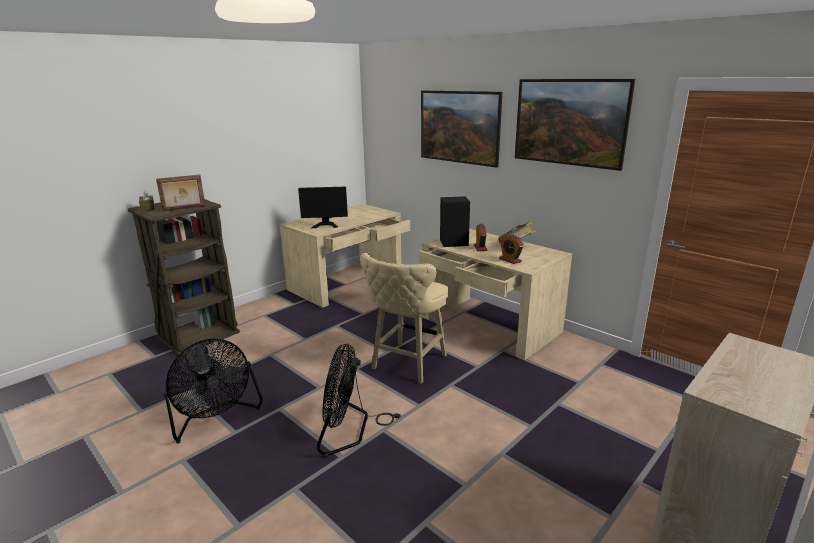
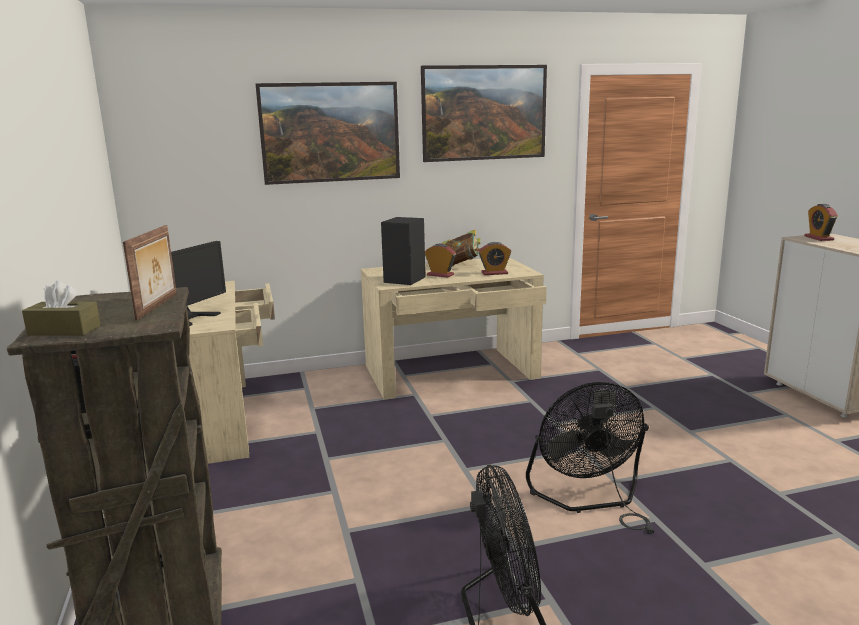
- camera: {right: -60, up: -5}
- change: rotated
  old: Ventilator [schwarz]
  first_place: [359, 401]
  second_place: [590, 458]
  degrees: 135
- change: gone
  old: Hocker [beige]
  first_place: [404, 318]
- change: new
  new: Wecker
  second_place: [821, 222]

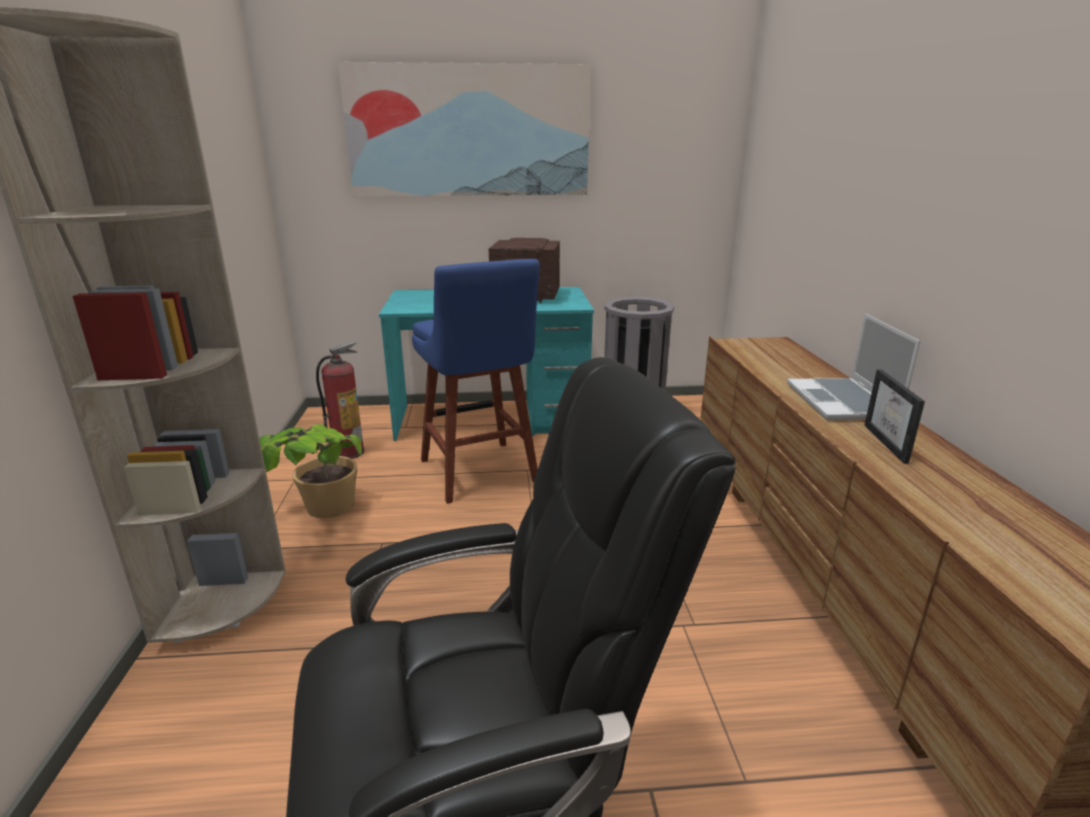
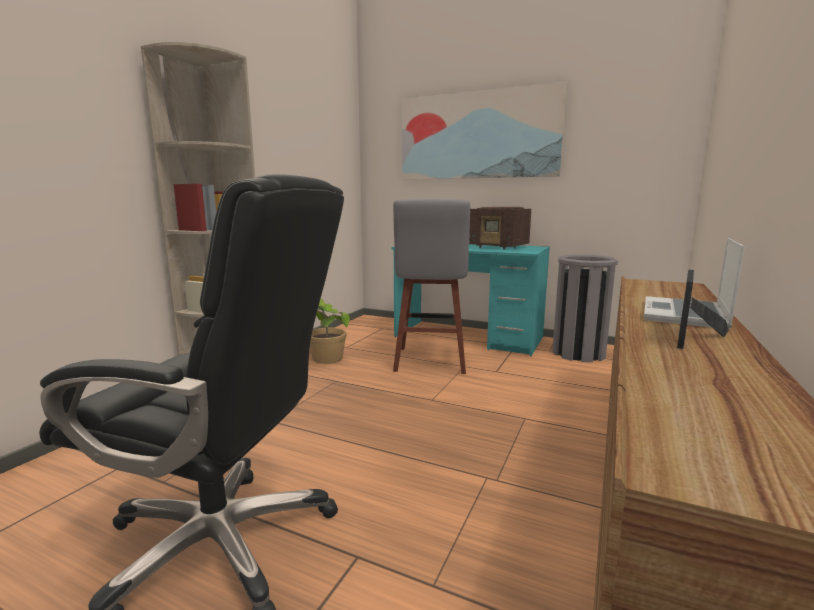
- camera: {right: 30, up: -10}
- change: gone
  old: Feuerlöscher
  first_place: [340, 400]
- change: repainted
  old: Hocker [blau]
  new: Hocker [grau]
  first_place: [476, 381]
  second_place: [431, 286]

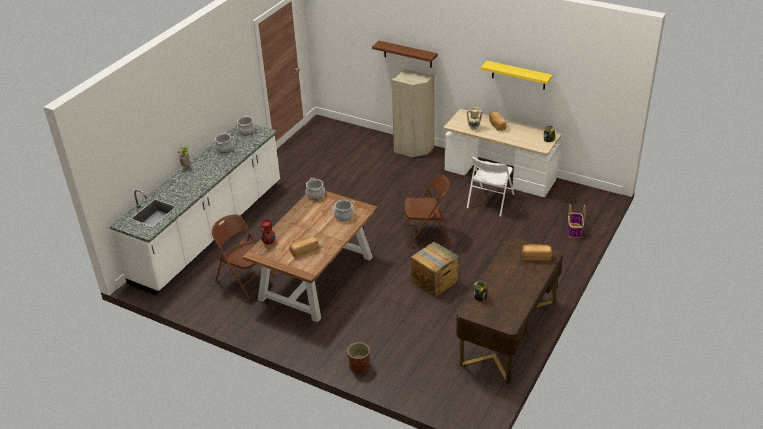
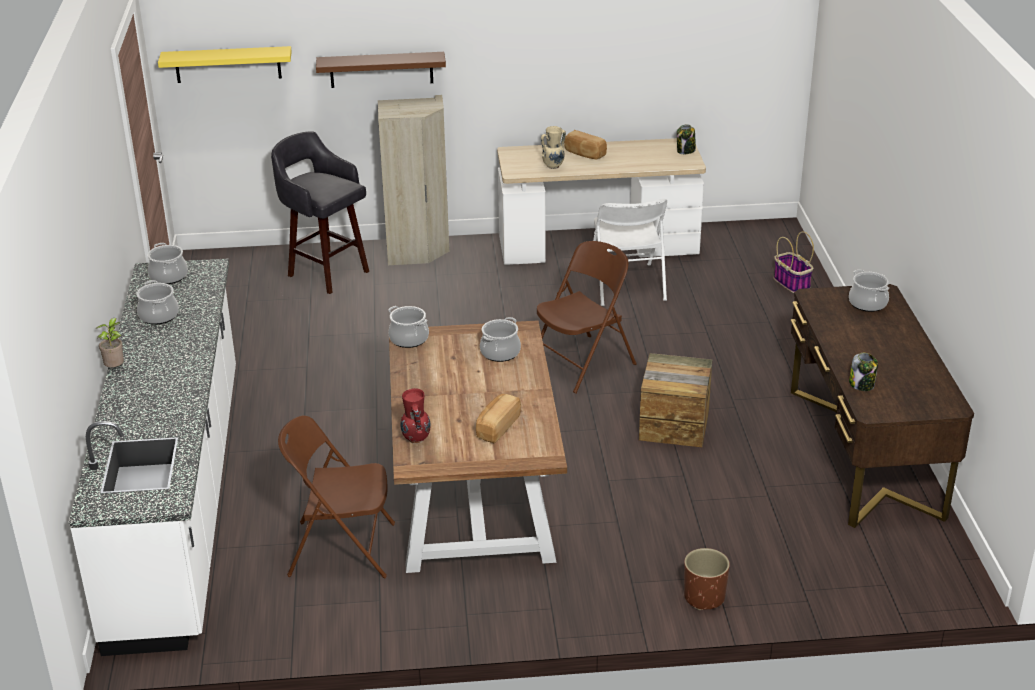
- camera: {right: -35, up: -5}
- change: shifted
  old: Wandregal [gelb]
  first_place: [517, 75]
  second_place: [225, 64]
- change: swapped
  old: Brot
  new: Kochtopf
  first_place: [537, 252]
  second_place: [869, 290]
- change: new
  new: Hocker [grau]
  second_place: [320, 213]

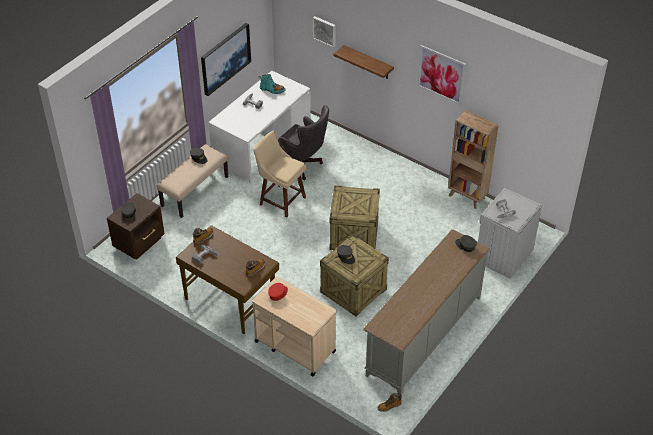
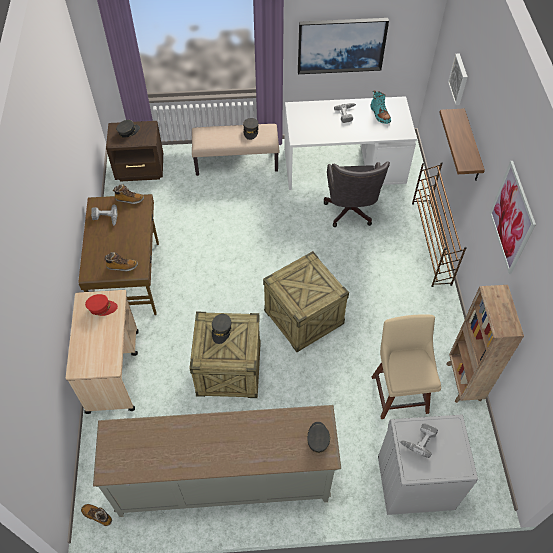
- camera: {right: 50, up: 10}
- change: shifted
  old: Hocker [beige]
  first_place: [279, 174]
  second_place: [406, 367]
- change: new
  new: Schuhregal [braun]
  second_place: [439, 224]

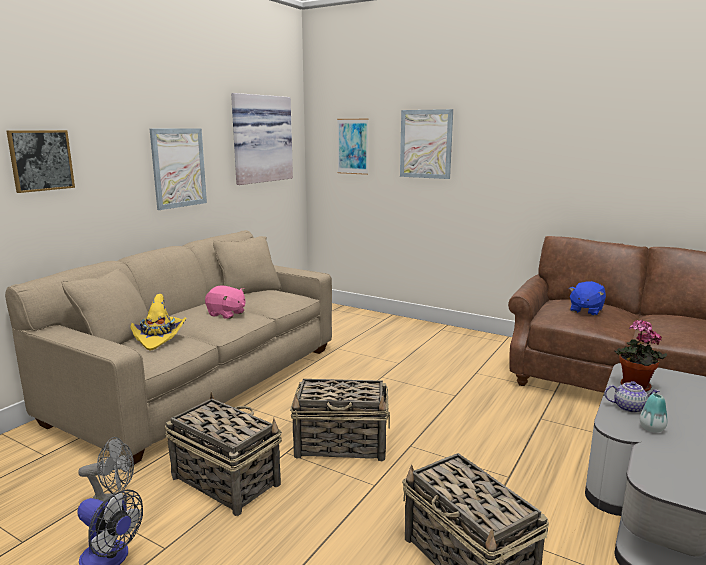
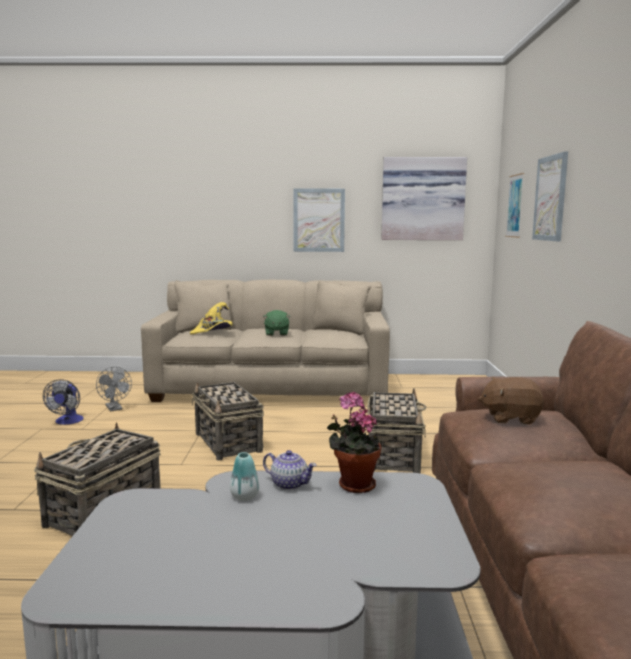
- camera: {right: 60, up: -5}
- change: gone
  old: Bild
  first_place: [40, 161]
- change: shifted
  old: Korb
  first_place: [223, 454]
  second_place: [396, 430]
- change: repainted
  old: Plüschtier [rosa]
  new: Plüschtier [grün]
  first_place: [225, 302]
  second_place: [276, 323]
- change: repainted
  old: Plüschtier [blau]
  new: Plüschtier [braun]
  first_place: [587, 298]
  second_place: [511, 401]
- change: rotated
  old: Teekanne
  first_place: [632, 397]
  second_place: [290, 470]
  degrees: -45

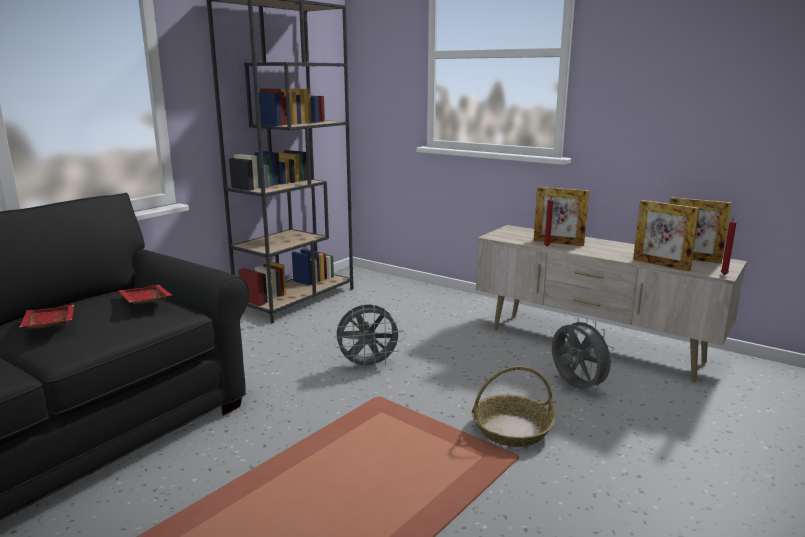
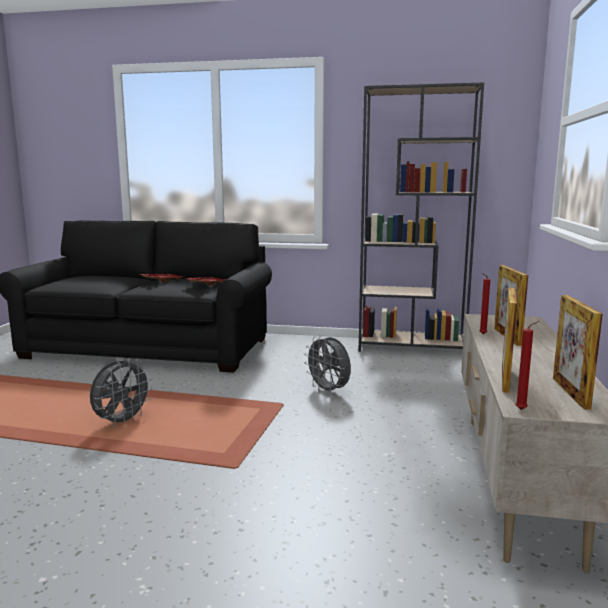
- camera: {right: 65, up: -5}
- change: gone
  old: Korb
  first_place: [513, 406]
- change: shifted
  old: Ventilator [grau]
  first_place: [584, 353]
  second_place: [121, 393]

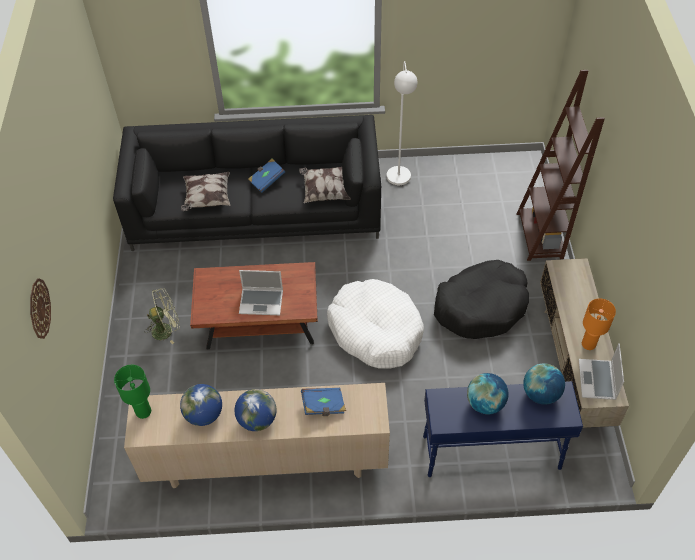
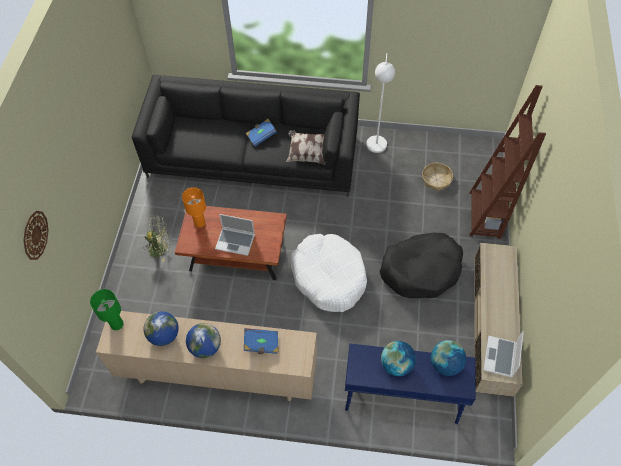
- camera: {right: 10, up: 5}
- change: gone
  old: Kissen
  first_place: [206, 191]
- change: shifted
  old: Tischlampe [orange]
  first_place: [599, 324]
  second_place: [194, 207]
- change: new
  new: Korb
  second_place: [437, 177]

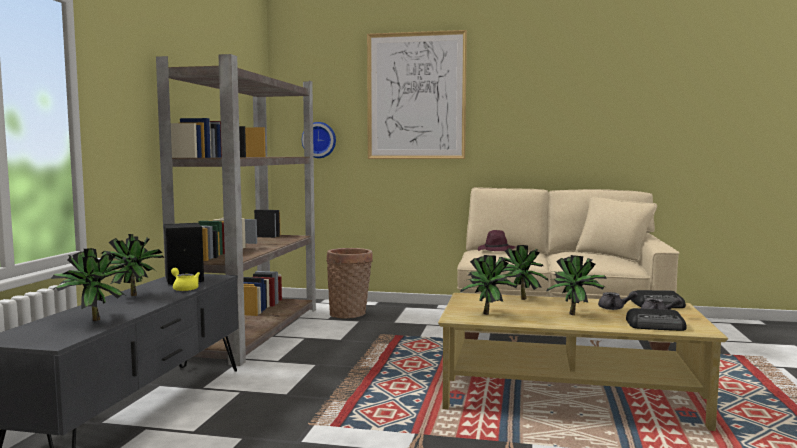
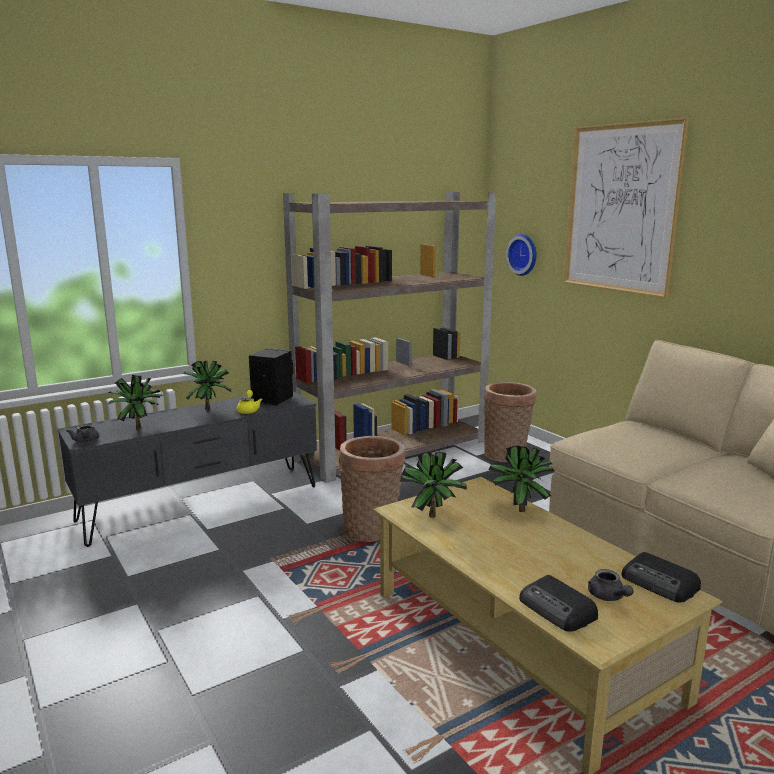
- camera: {right: 45, up: 10}
- change: gone
  old: Hut [lila]
  first_place: [497, 240]
- change: gone
  old: Topfpflanze
  first_place: [576, 285]
- change: shifted
  old: Teekanne [grau]
  first_place: [618, 300]
  second_place: [83, 433]
- change: new
  new: Korb
  second_place: [372, 489]

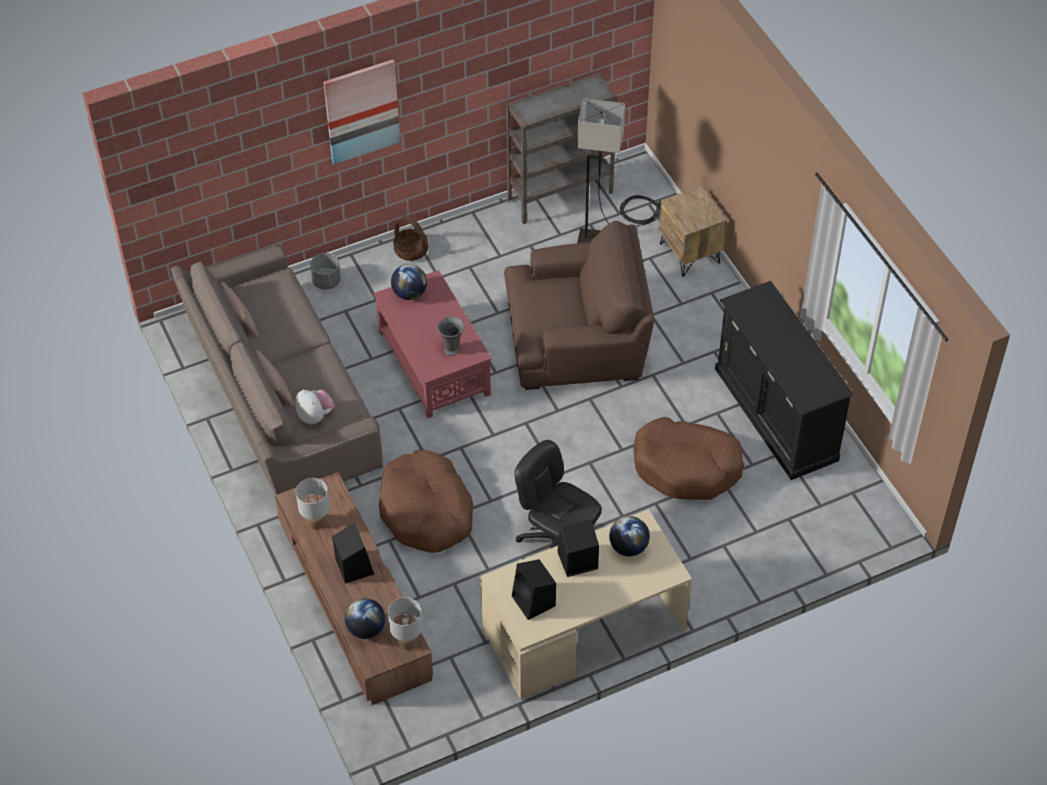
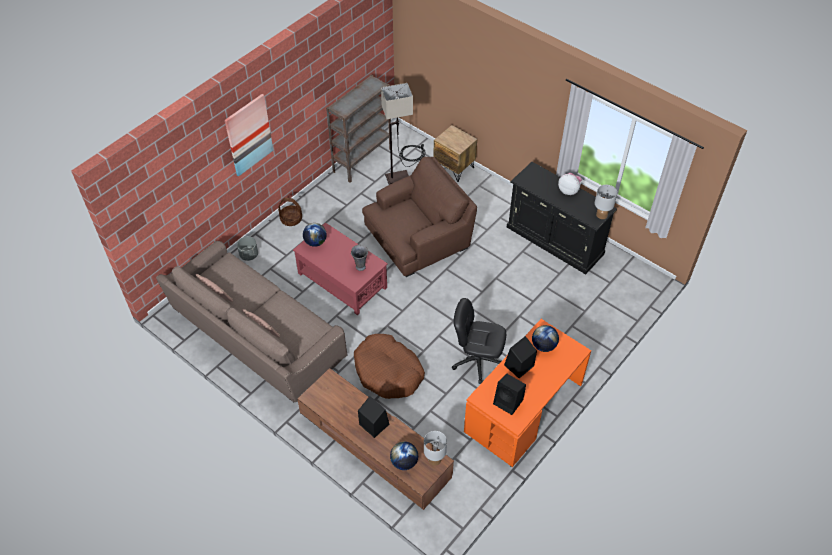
- camera: {right: -25, up: 0}
- change: shifted
  old: Plüschtier
  first_place: [314, 407]
  second_place: [570, 184]
- change: shifted
  old: Tischlampe [grau]
  first_place: [313, 504]
  second_place: [606, 202]
- change: repainted
  old: Schreibtisch [beige]
  new: Schreibtisch [orange]
  first_place: [586, 604]
  second_place: [527, 393]
- change: gone
  old: Hundebett [braun]
  first_place: [688, 458]

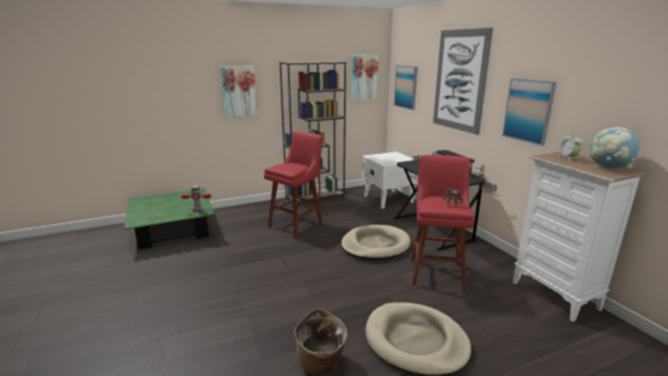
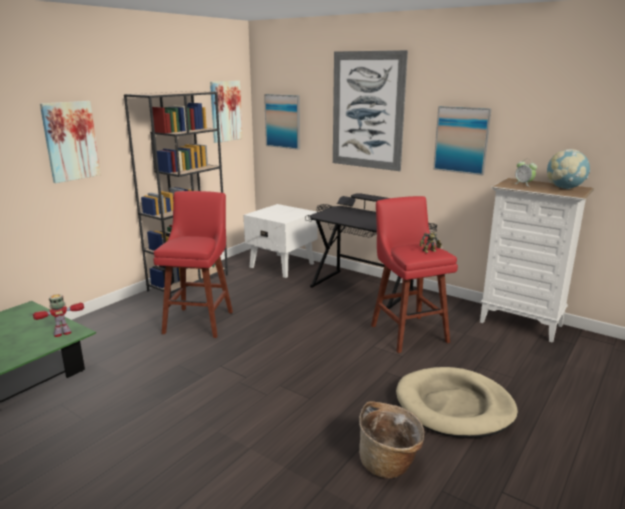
- camera: {right: -30, up: 0}
- change: gone
  old: Hundebett [beige]
  first_place: [376, 242]

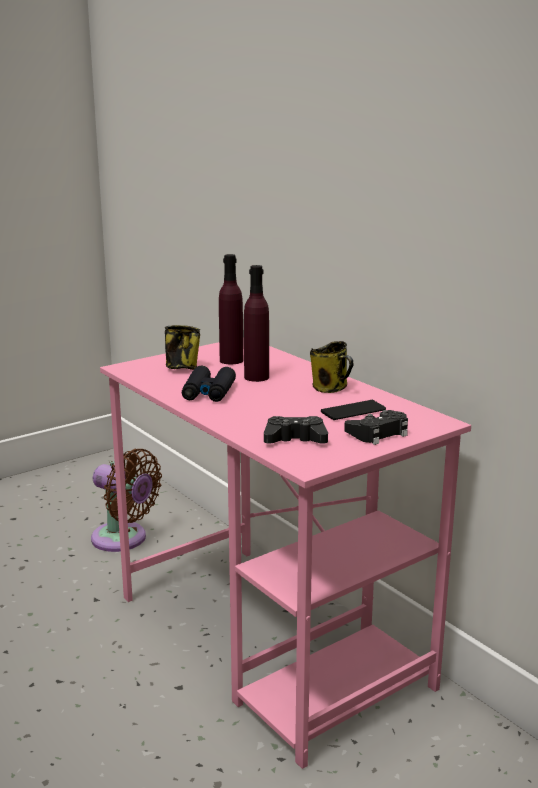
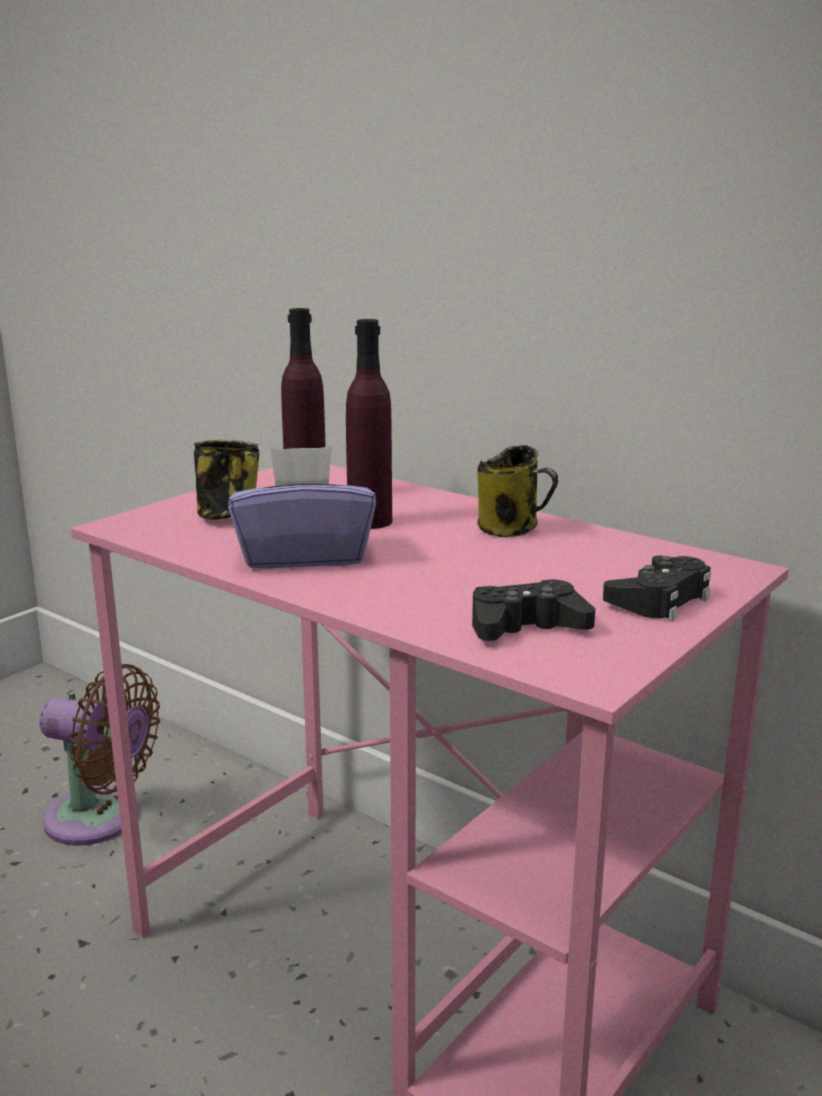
- camera: {right: -15, up: 0}
- change: swapped
  old: Fernglas [schwarz]
  new: Taschentuchbox [lila]
  first_place: [209, 384]
  second_place: [302, 507]
- change: gone
  old: Handy
  first_place: [353, 410]

